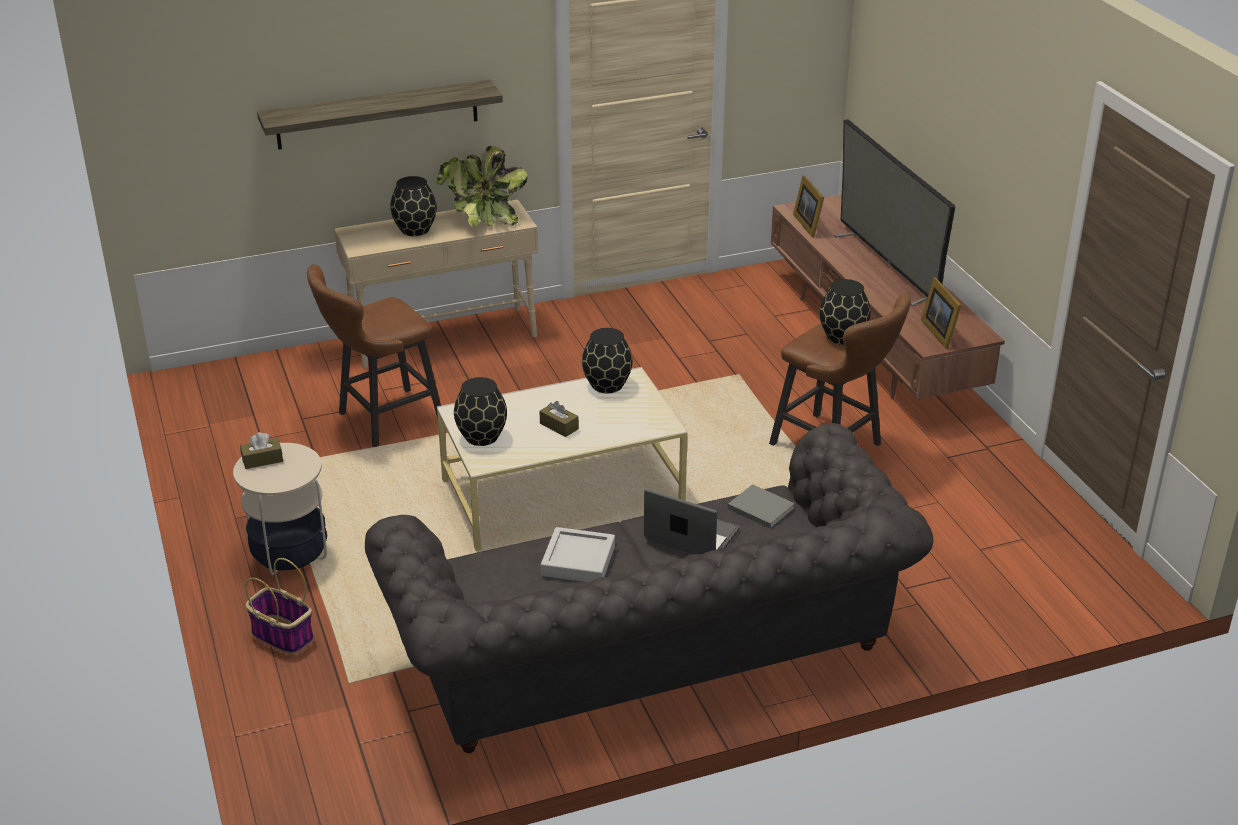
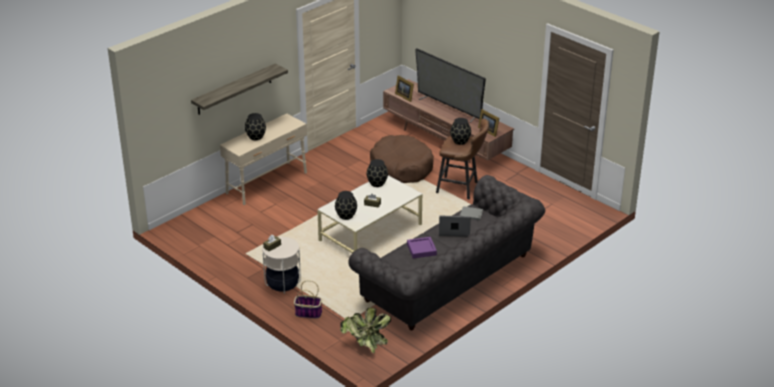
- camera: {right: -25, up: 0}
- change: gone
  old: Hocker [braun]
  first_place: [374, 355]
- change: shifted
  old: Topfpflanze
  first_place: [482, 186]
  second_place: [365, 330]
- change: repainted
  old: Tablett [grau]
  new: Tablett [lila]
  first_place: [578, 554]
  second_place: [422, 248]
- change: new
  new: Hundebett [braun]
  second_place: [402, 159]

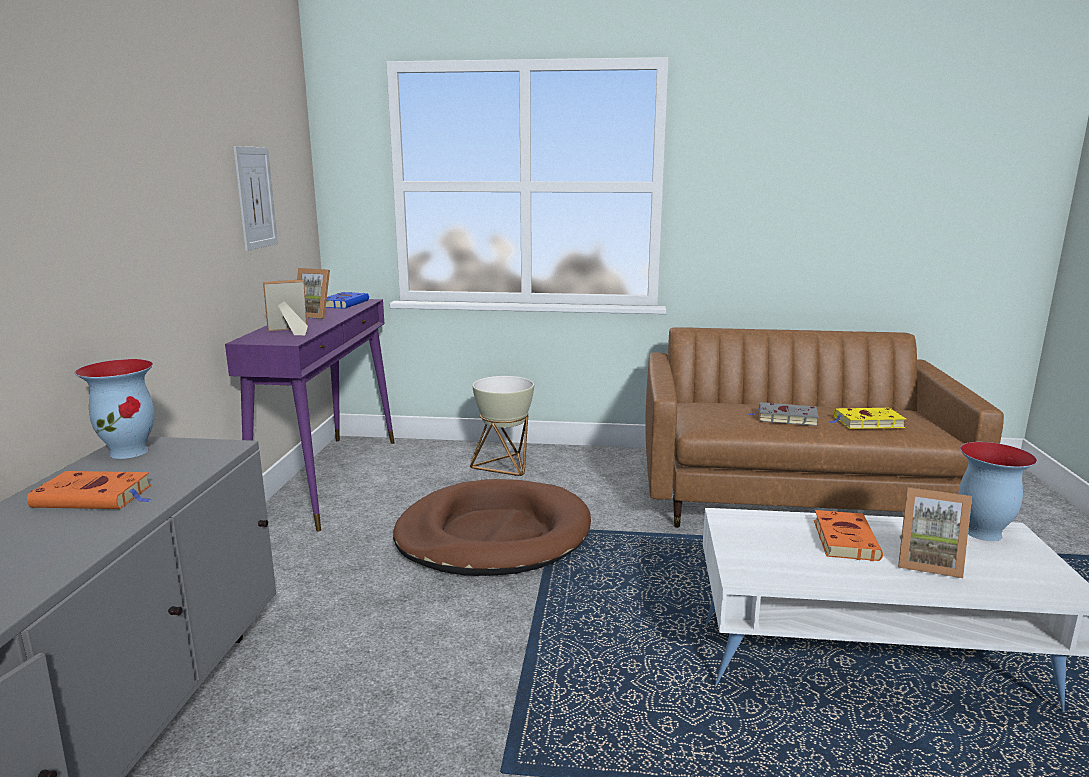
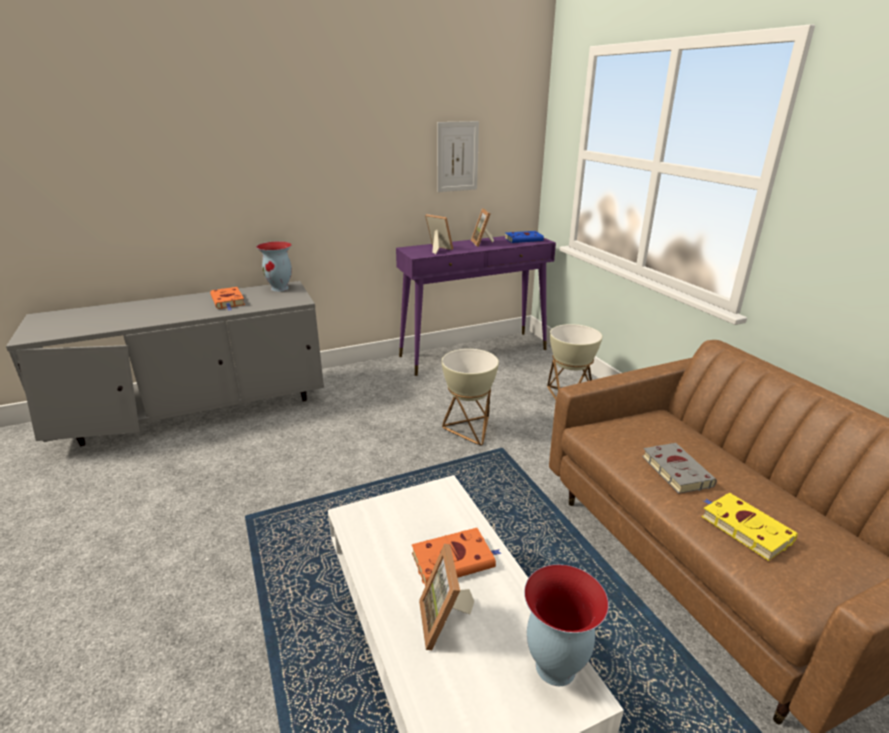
- camera: {right: 60, up: 10}
- change: swapped
  old: Hundebett [braun]
  new: Pflanzkübel
  first_place: [492, 527]
  second_place: [470, 397]

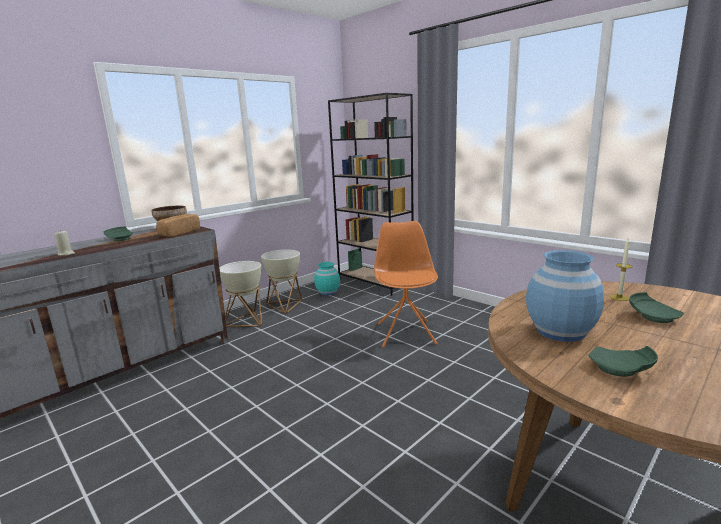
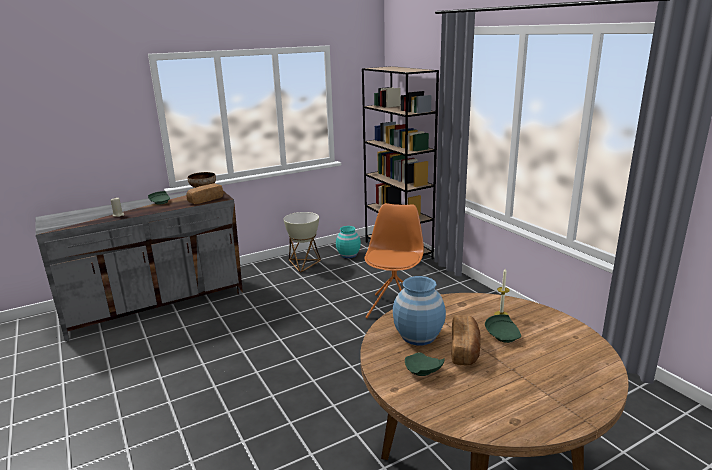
- camera: {right: 15, up: 5}
- change: gone
  old: Pflanzkübel
  first_place: [240, 294]
- change: new
  new: Brot
  second_place: [466, 340]

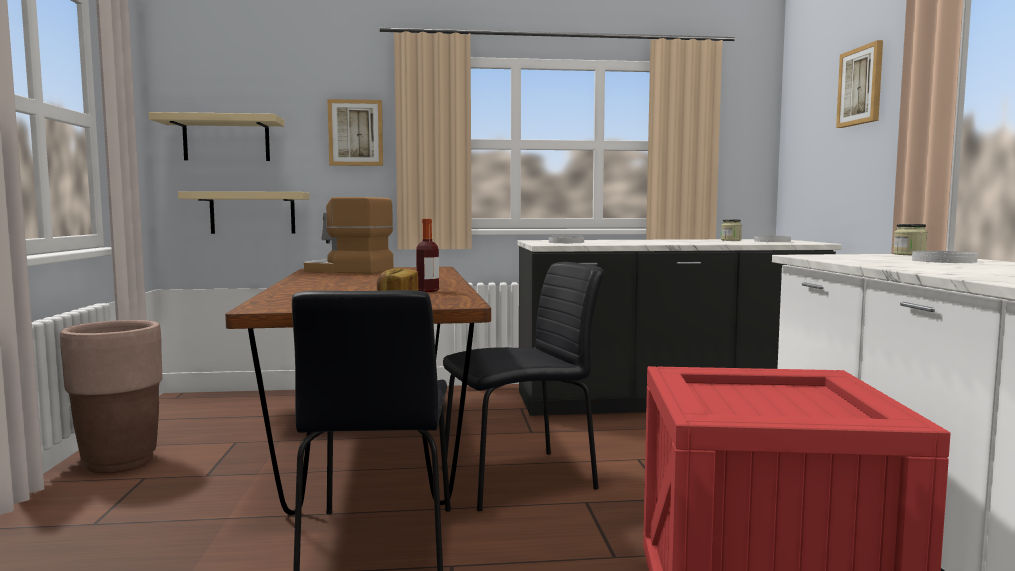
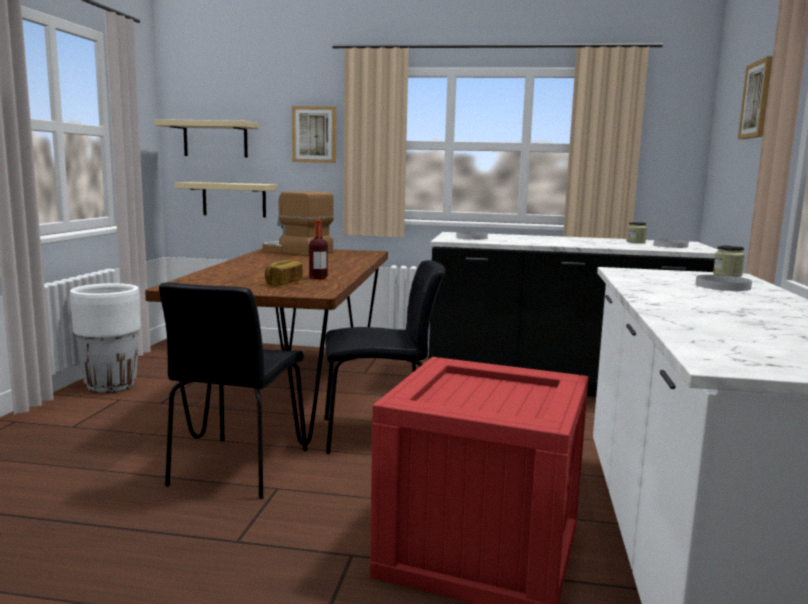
- camera: {right: 15, up: 5}
- change: repainted
  old: Pflanzkübel [braun]
  new: Pflanzkübel [weiß]
  first_place: [111, 396]
  second_place: [105, 338]

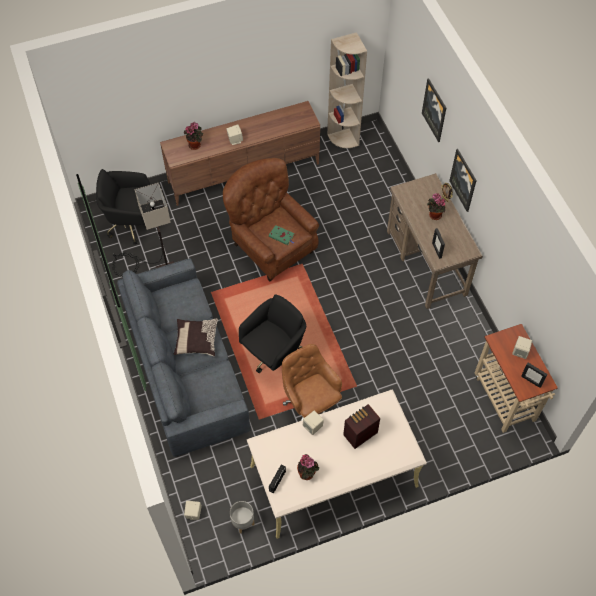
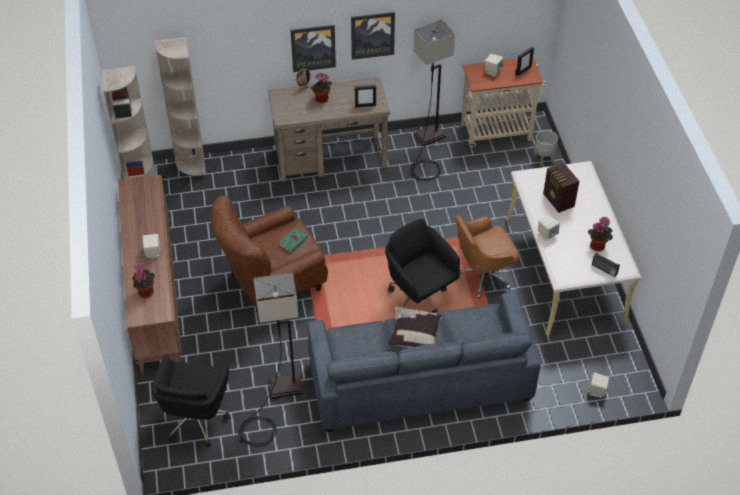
- camera: {right: -80, up: -10}
- change: shifted
  old: Pflanzkübel [grau]
  first_place: [242, 517]
  second_place: [546, 148]
- change: shifted
  old: Bild
  first_place: [434, 110]
  second_place: [373, 36]
- change: new
  new: Bücherregal [beige]
  second_place: [180, 106]
- change: new
  new: Stehlampe
  second_place: [432, 100]

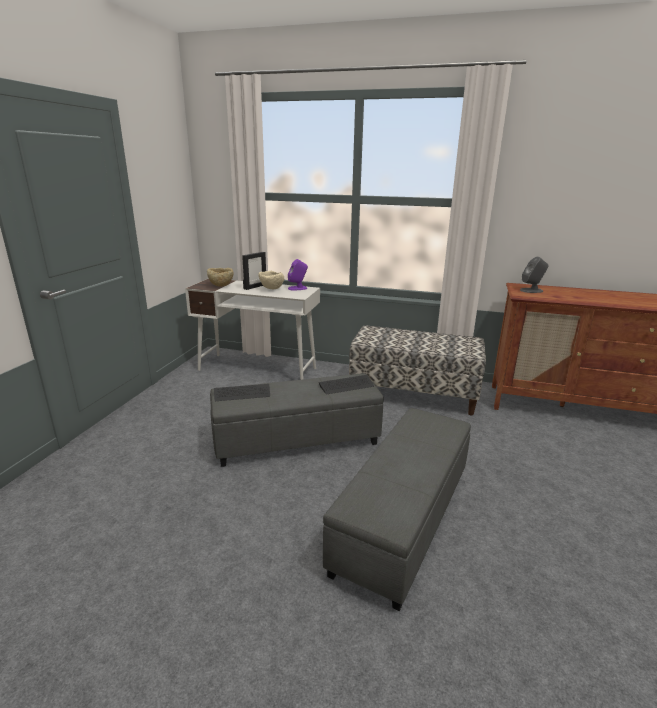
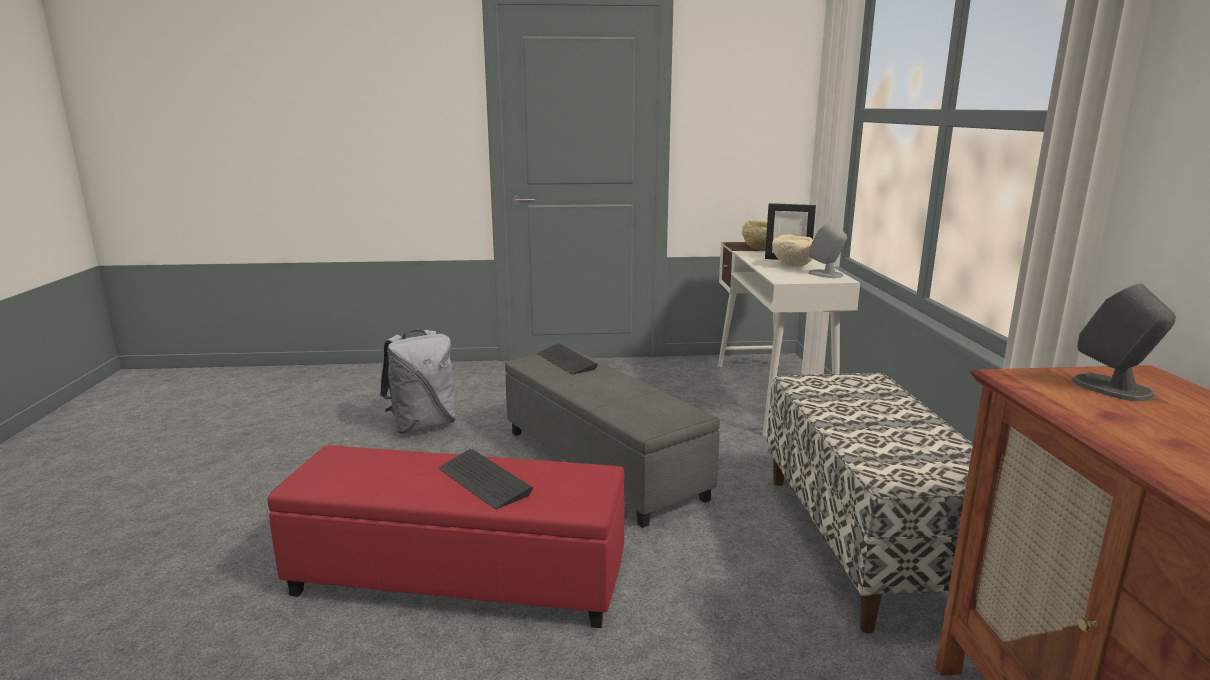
- camera: {right: 70, up: -5}
- change: repainted
  old: Lautsprecher [lila]
  new: Lautsprecher [grau]
  first_place: [298, 274]
  second_place: [827, 250]
- change: shifted
  old: Tastatur
  first_place: [346, 384]
  second_place: [486, 479]
- change: repainted
  old: Polsterhocker [grau]
  new: Polsterhocker [rot]
  first_place: [397, 509]
  second_place: [446, 536]
- change: new
  new: Rucksack [grau]
  second_place: [418, 382]

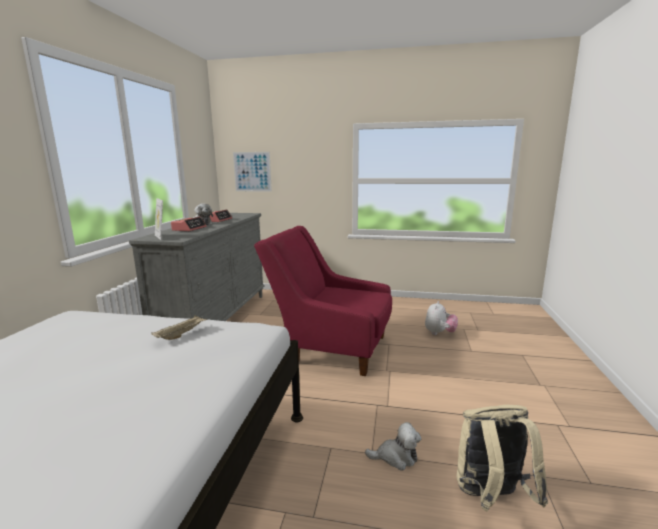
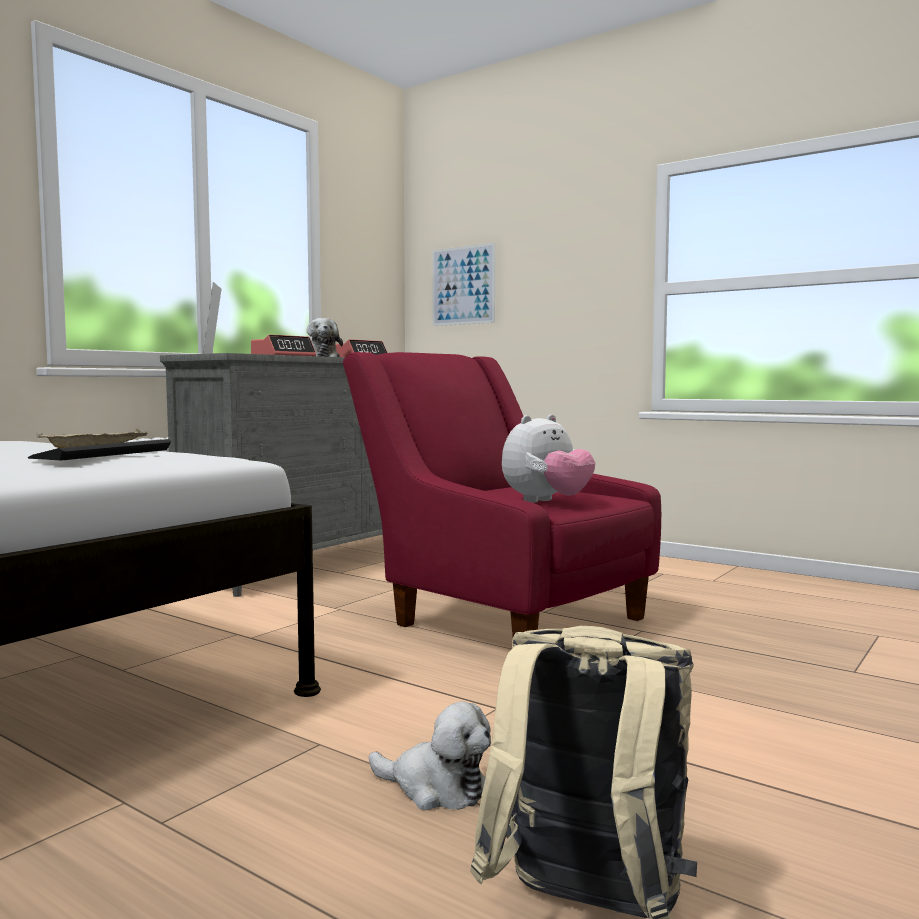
- camera: {right: 25, up: -10}
- change: shifted
  old: Plüschtier
  first_place: [441, 318]
  second_place: [548, 458]
- change: new
  new: Tastatur
  second_place: [100, 449]

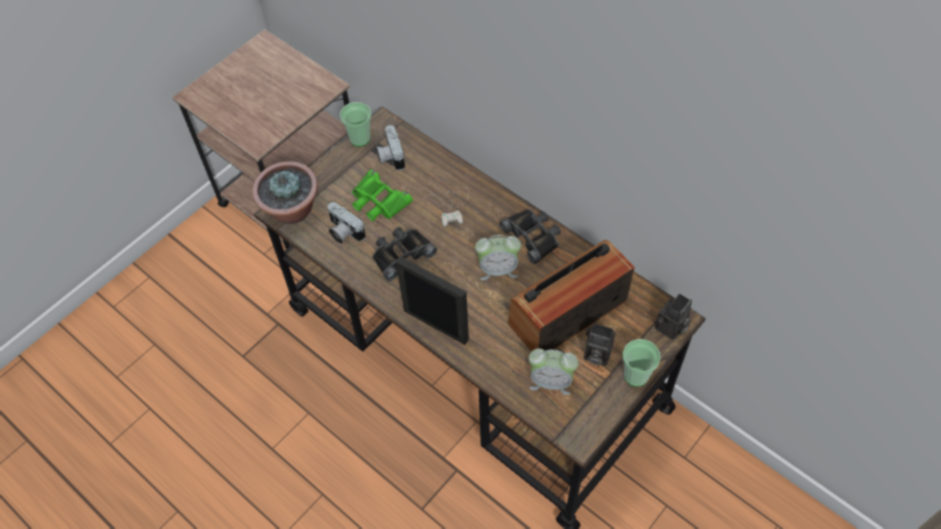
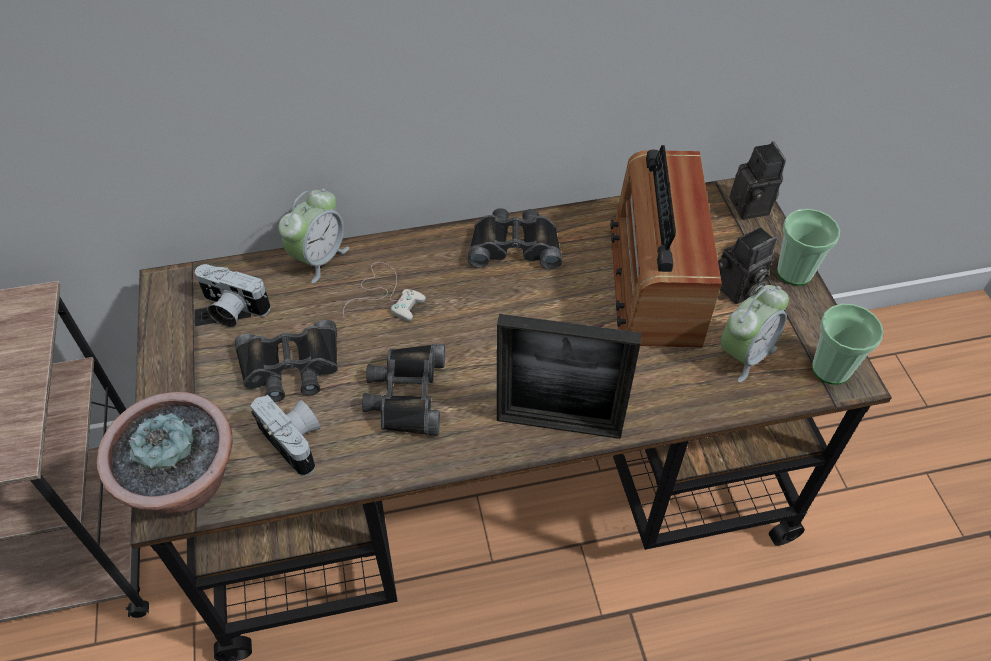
- camera: {right: -55, up: -5}
- change: rotated
  old: Kamera
  first_place: [347, 223]
  second_place: [285, 435]
  degrees: -120
- change: shifted
  old: Tasse
  first_place: [355, 124]
  second_place: [848, 344]
- change: repainted
  old: Fernglas [grün]
  new: Fernglas [schwarz]
  first_place: [382, 195]
  second_place: [286, 360]
- change: rotated
  old: Bilderrahmen
  first_place: [432, 300]
  second_place: [569, 376]
  degrees: -150
- change: shifted
  old: Wecker
  first_place: [498, 257]
  second_place: [313, 236]

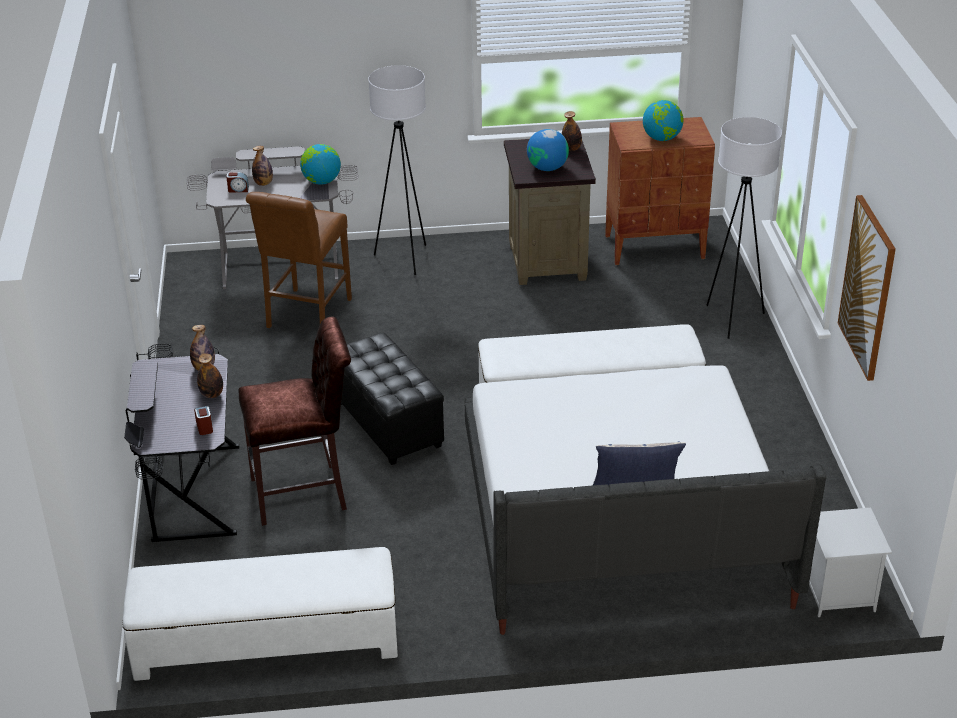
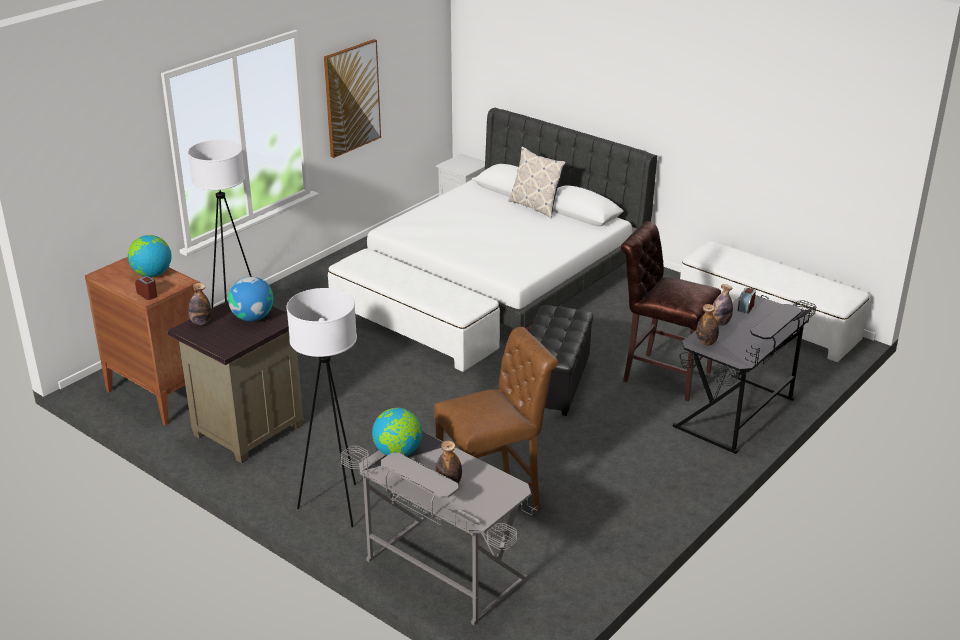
- camera: {right: -135, up: -5}
- change: shifted
  old: Wecker
  first_place: [237, 182]
  second_place: [146, 288]

